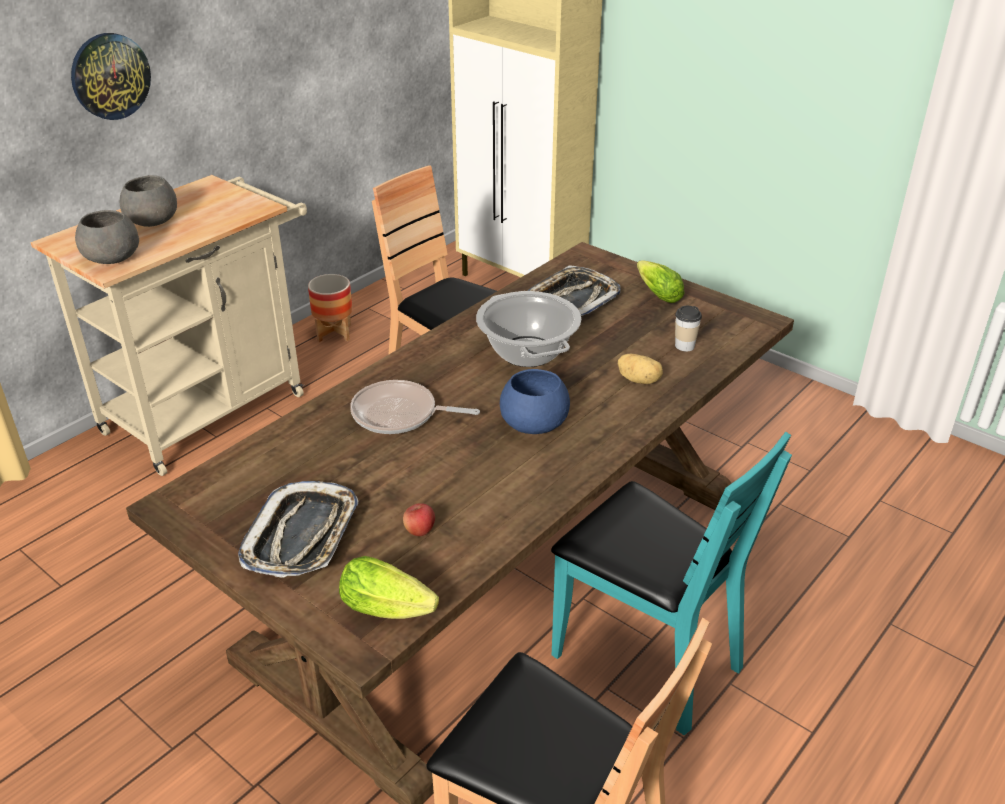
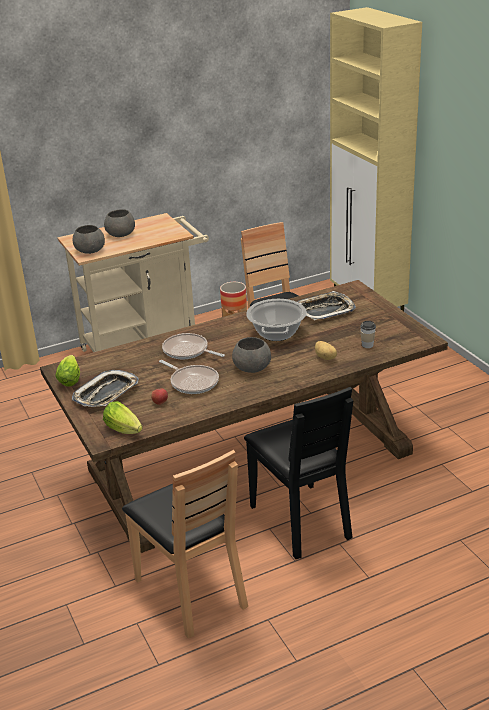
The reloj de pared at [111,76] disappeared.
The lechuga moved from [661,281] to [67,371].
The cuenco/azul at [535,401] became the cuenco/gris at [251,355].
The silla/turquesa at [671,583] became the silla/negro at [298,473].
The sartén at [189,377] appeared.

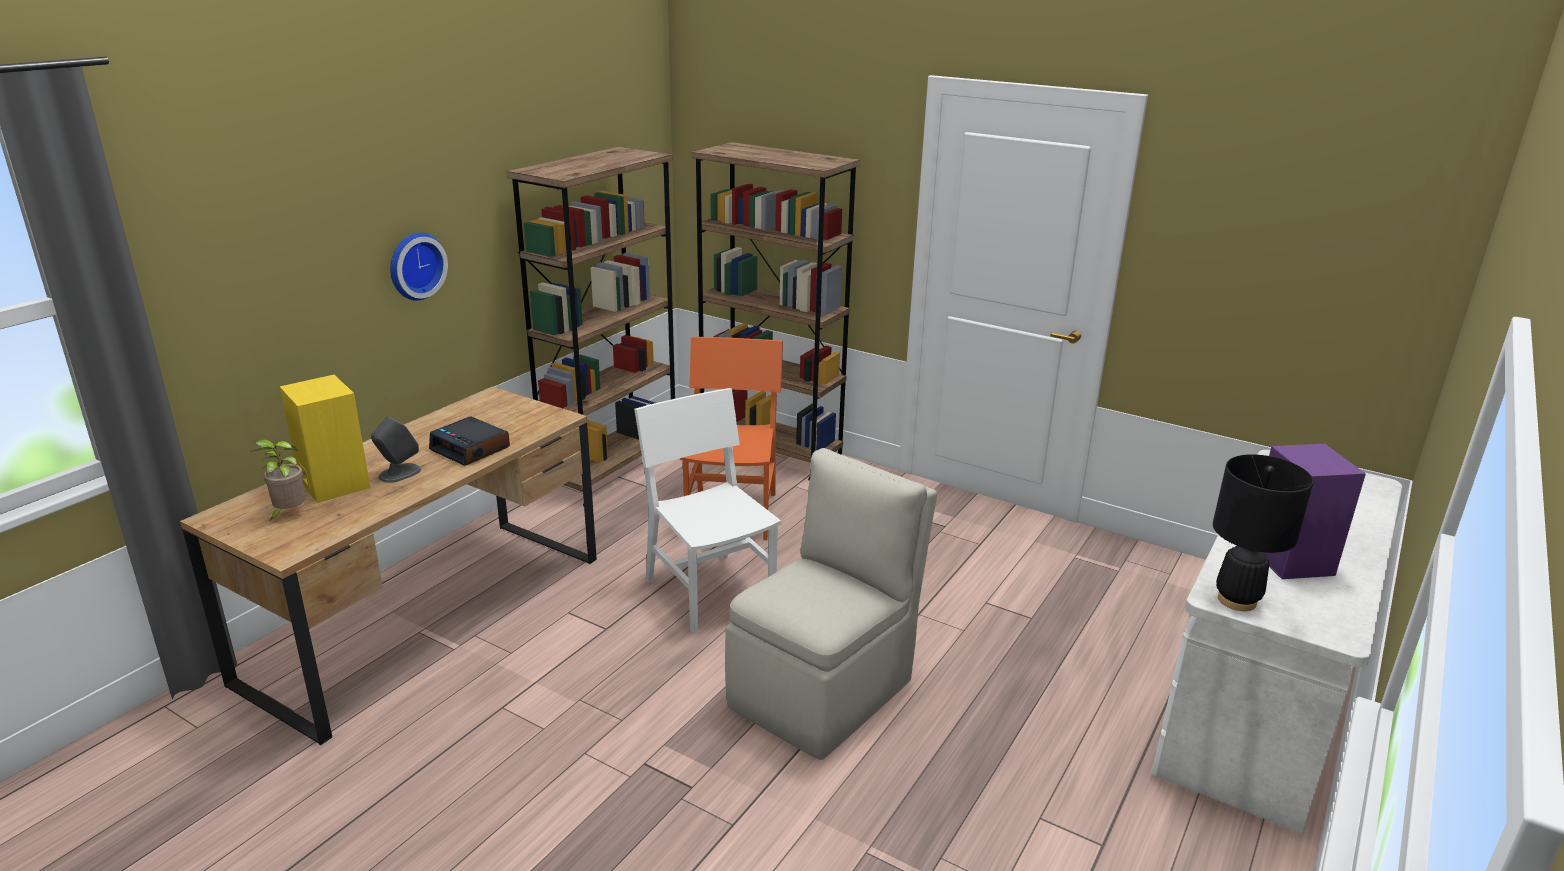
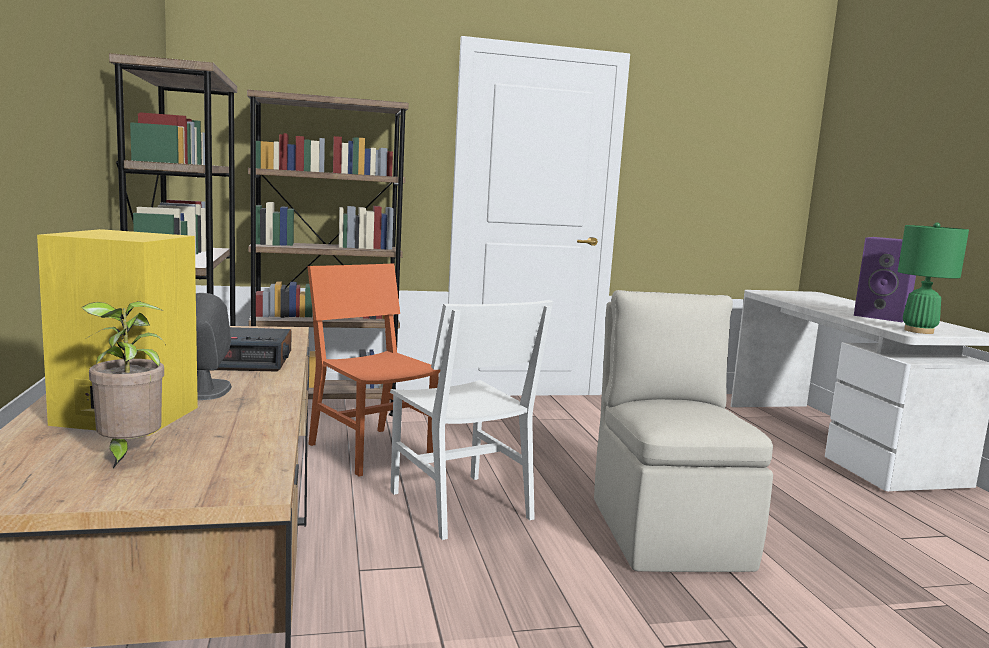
The reloj de pared at [419,267] disappeared.
The silla/blanco at [708,511] turned 135 degrees counterclockwise.
The lámpara de mesa/negro at [1263,532] became the lámpara de mesa/verde at [933,278].

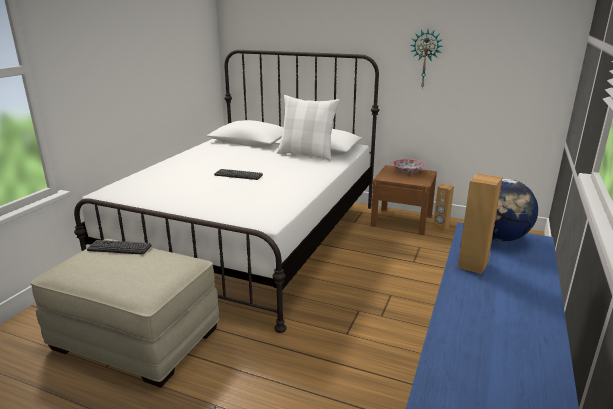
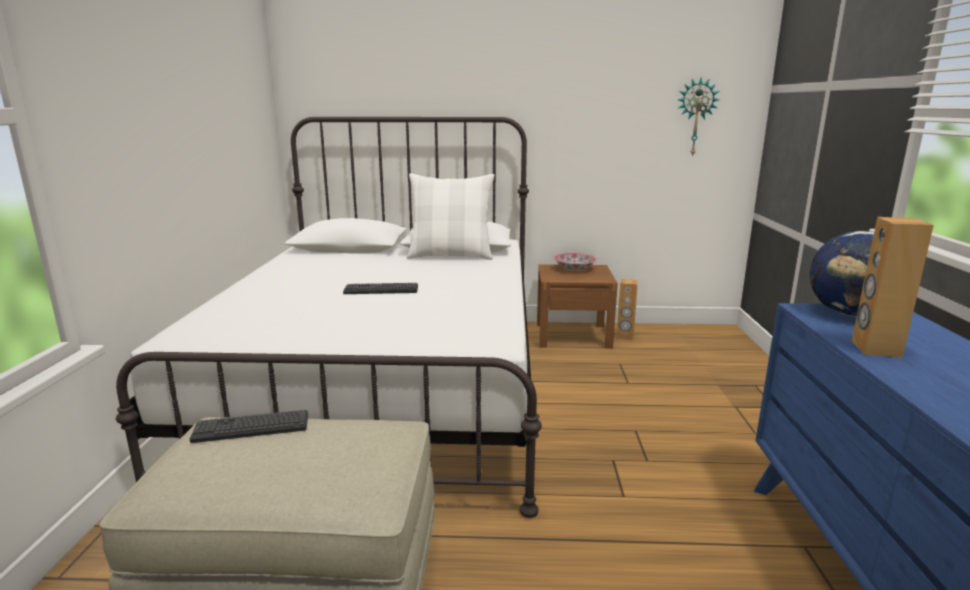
The reloj de pared moved from [426,58] to [699,117].

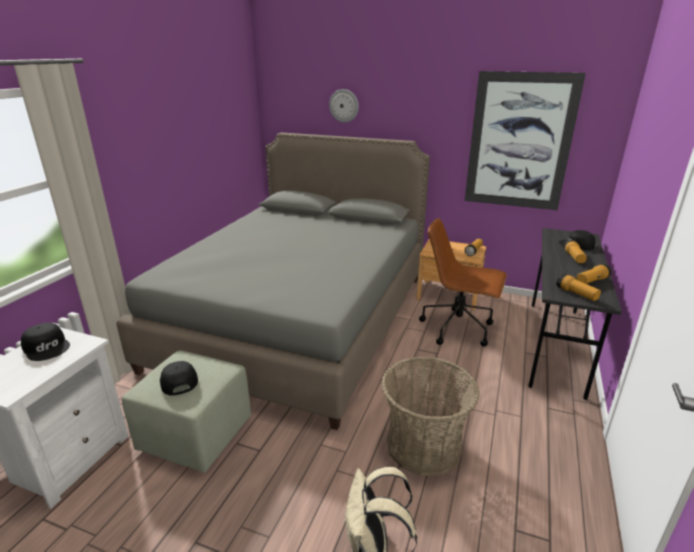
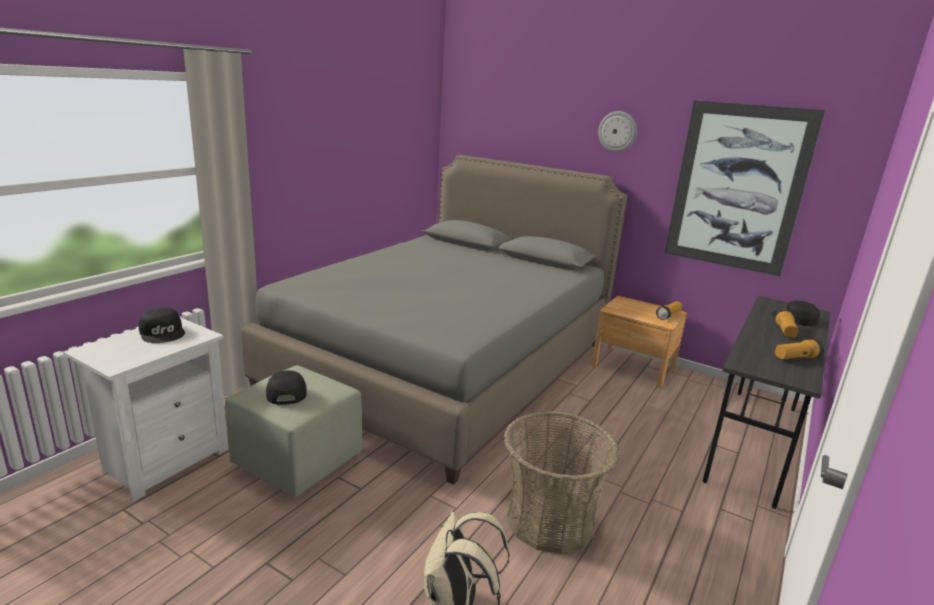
The reloj de pared moved from [344,105] to [617,131].
The silla de oficina/marrón at [463,282] disappeared.
The linterna at [578,287] disappeared.

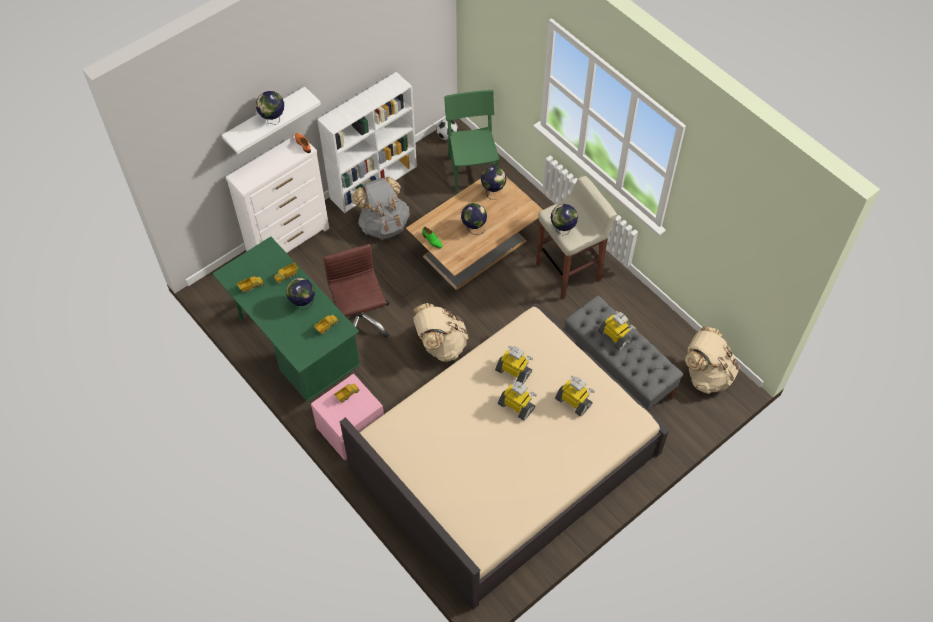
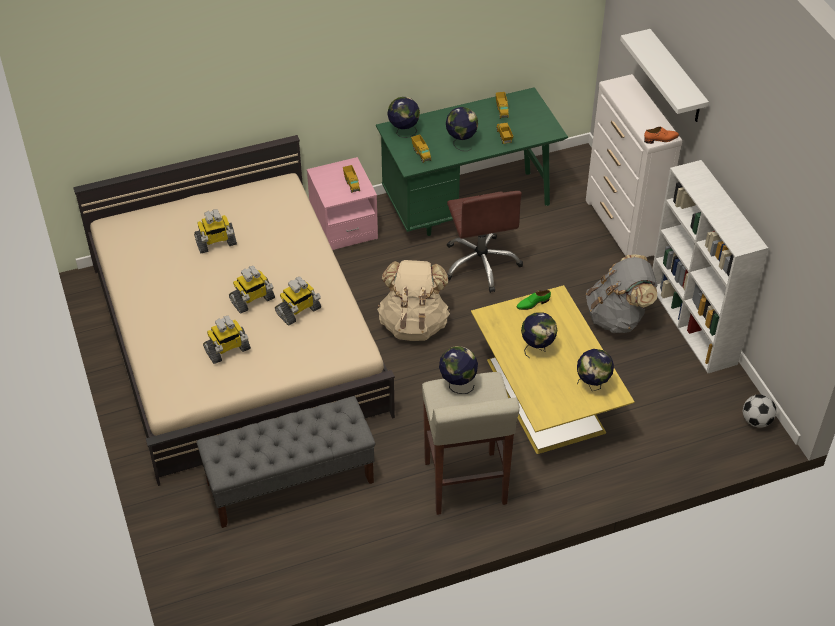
The silla/verde at [472,142] disappeared.
The globo terráqueo moved from [270,108] to [403,117].
The mesa de centro/marrón at [474,233] became the mesa de centro/amarillo at [553,369].
The silla de oficina/marrón at [356,291] turned 75 degrees clockwise.
The robot de juguete moved from [617,331] to [215,231].
The mochila/beis at [712,360] disappeared.

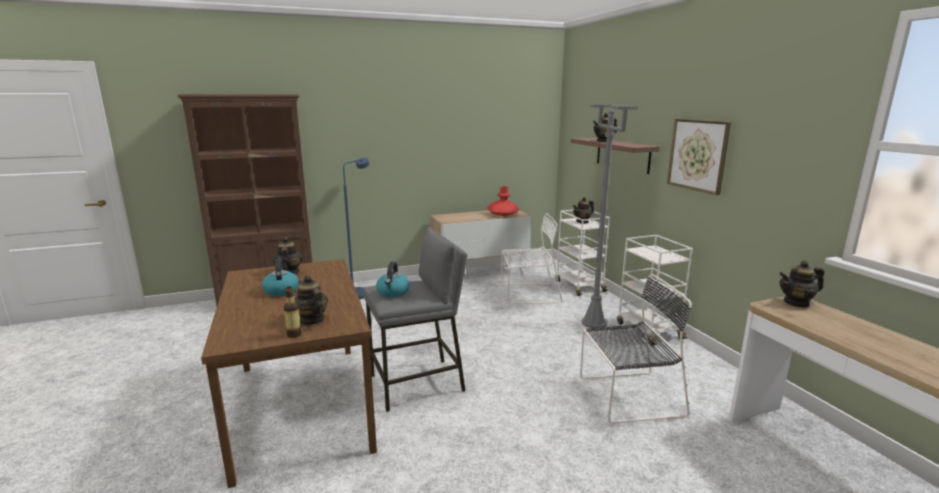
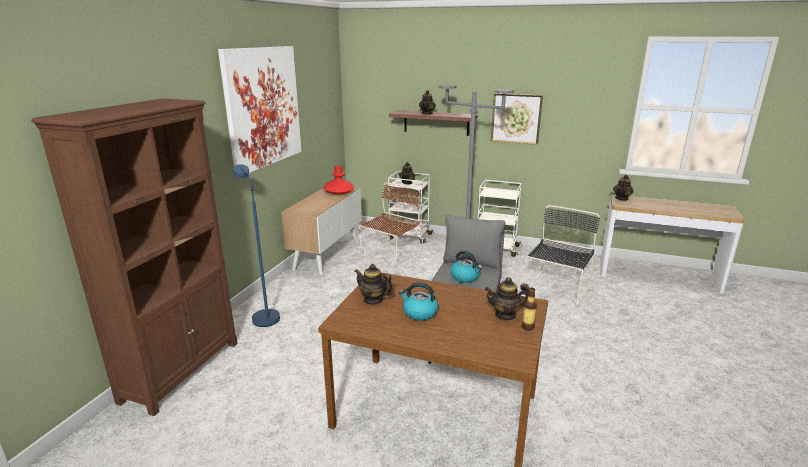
The silla/blanco at [531,259] became the silla/marrón at [391,225].
The cuadro at [260,109] appeared.

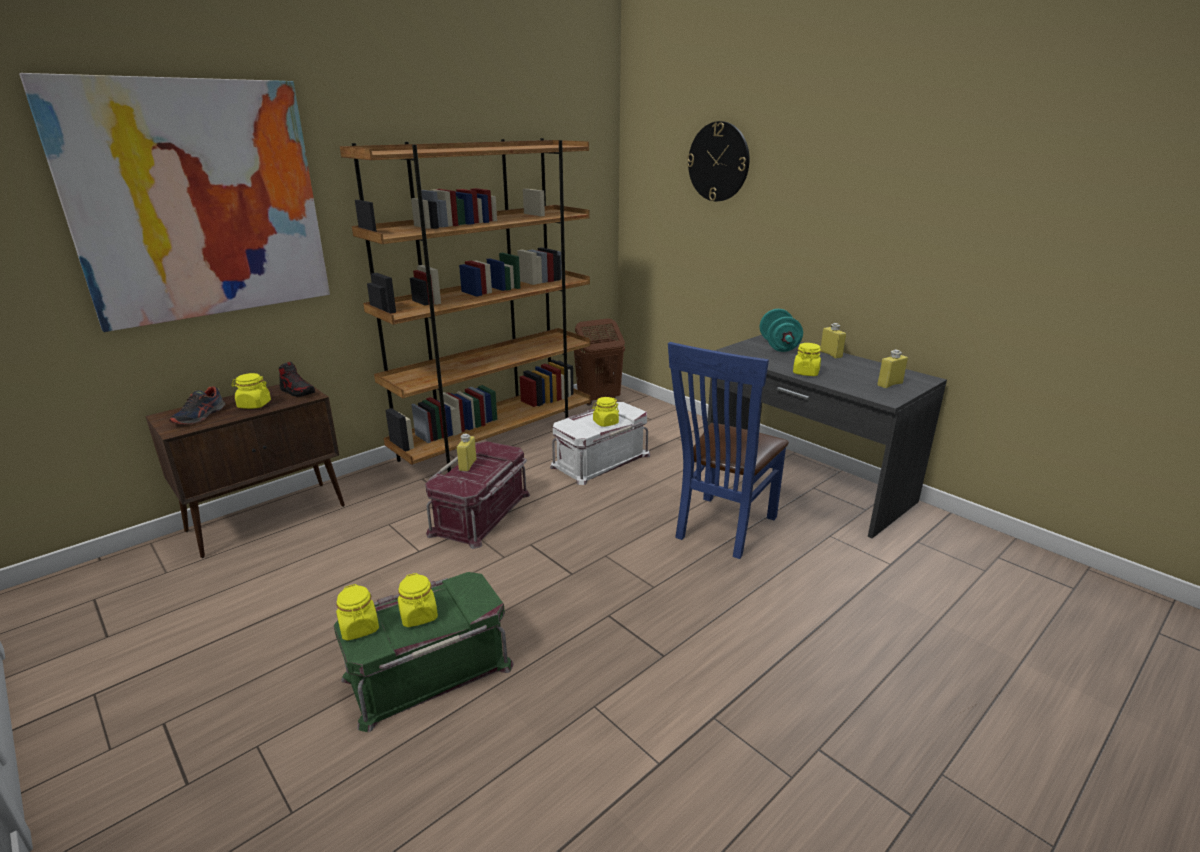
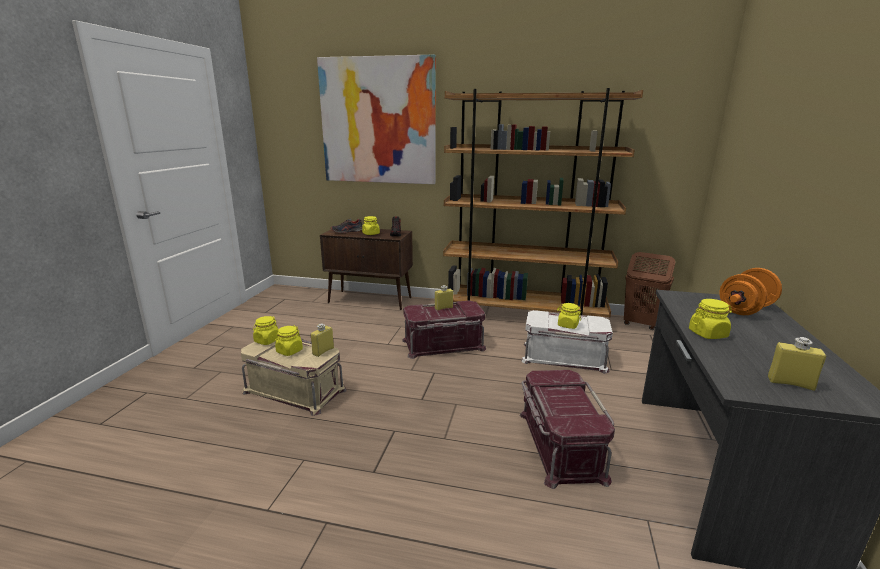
The reloj de pared at [718,161] disappeared.
The mancuerna/turquesa at [781,330] became the mancuerna/naranja at [750,291].
The botella/amarillo moved from [833,341] to [322,340].
The silla/azul at [728,450] was replaced by the caja de almacenaje/rojo at [567,429].
The caja de almacenaje/verde at [424,652] became the caja de almacenaje/beis at [294,377].

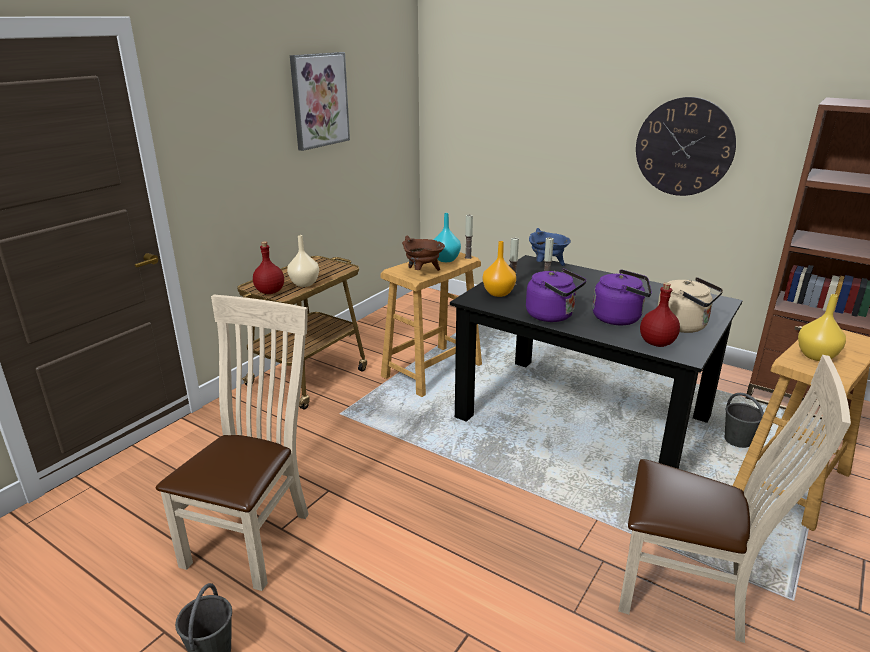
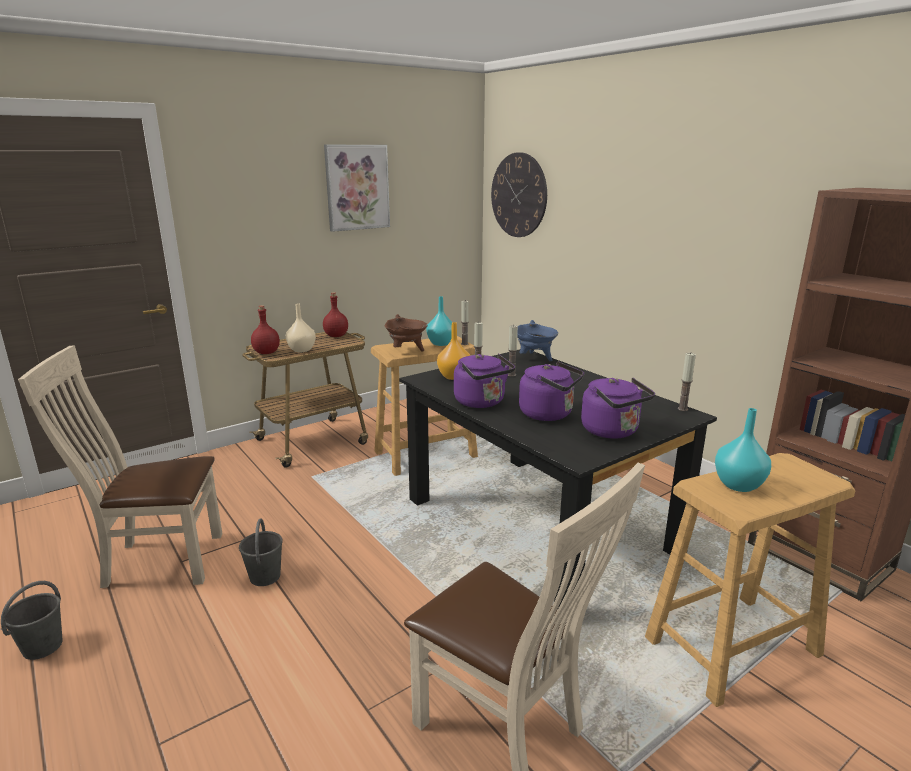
The reloj de pared moved from [686,146] to [519,194].
The hervidor/beis at [690,305] became the hervidor/morado at [618,408].
The botella/rojo moved from [660,315] to [335,314].
The florero/amarillo at [822,327] became the florero/turquesa at [743,450].
The silla/beis at [232,443] turned 135 degrees counterclockwise.
The cubo/gris moved from [744,420] to [261,552].
The vela at [687,382] appeared.

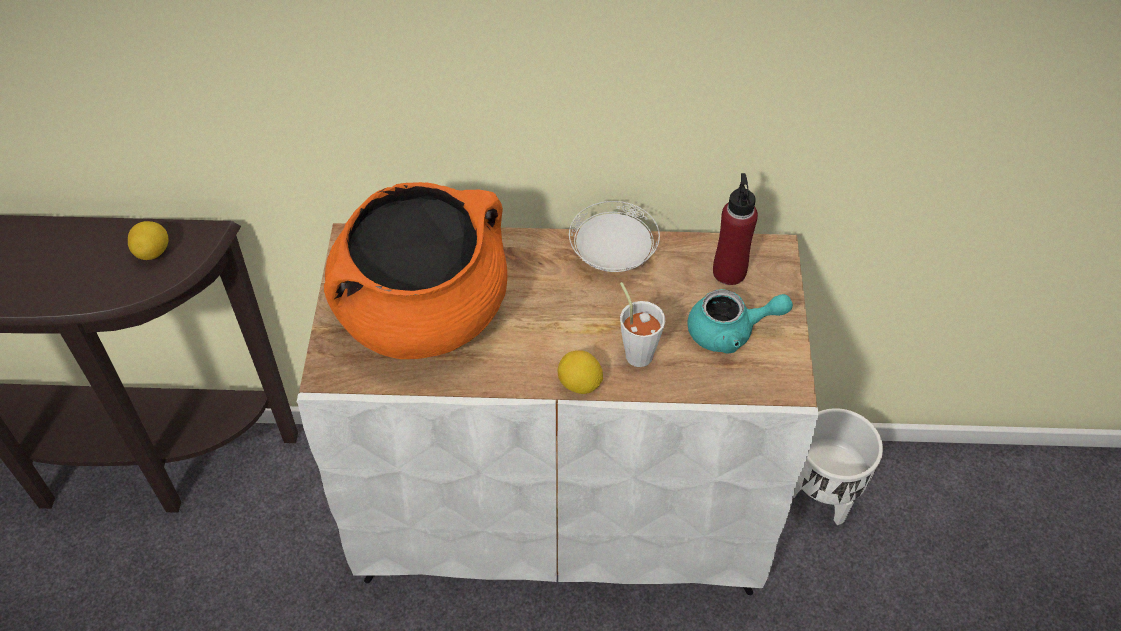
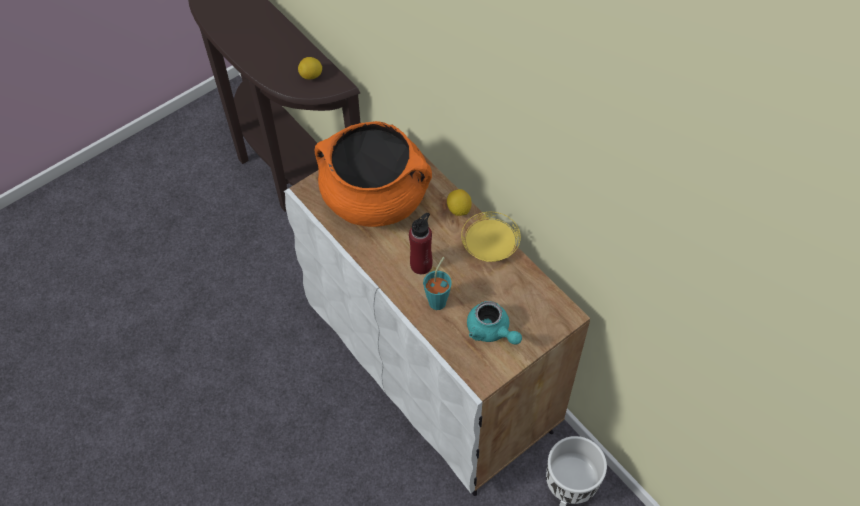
The botella/rojo moved from [735,229] to [420,243].
The plato/blanco at [614,236] became the plato/amarillo at [491,237].
The taza/blanco at [642,324] became the taza/turquesa at [437,283].
The limón moved from [580,372] to [459,202].

